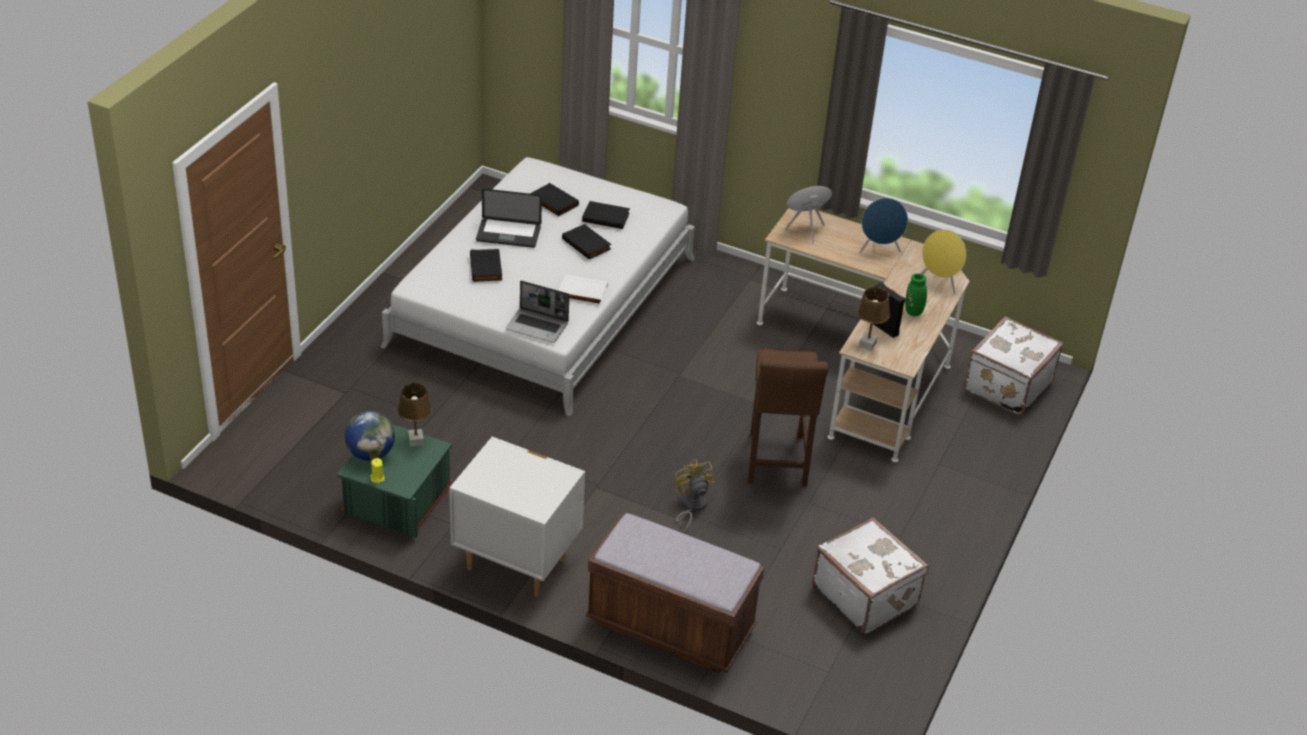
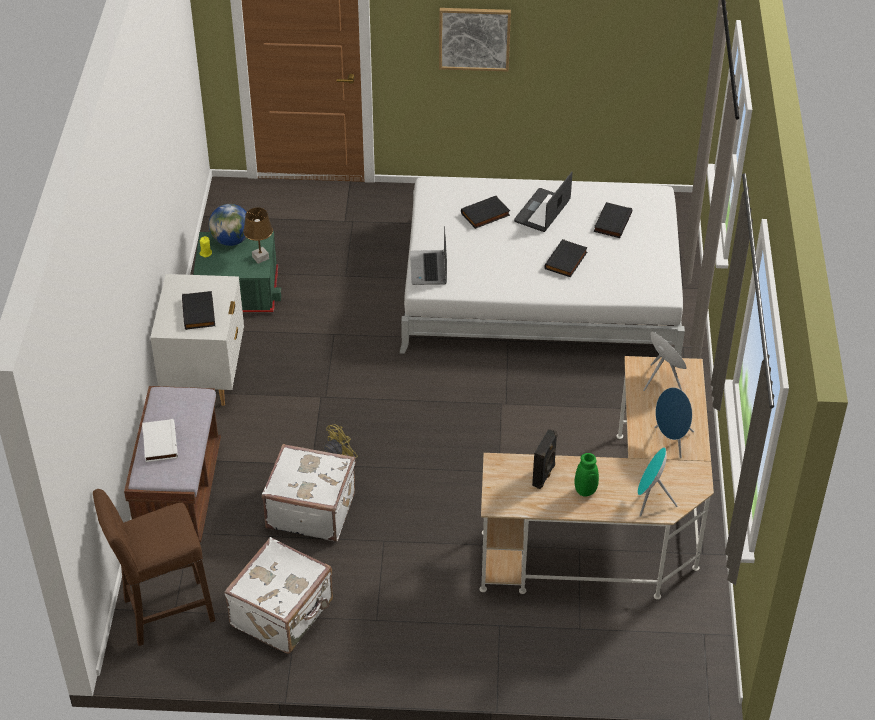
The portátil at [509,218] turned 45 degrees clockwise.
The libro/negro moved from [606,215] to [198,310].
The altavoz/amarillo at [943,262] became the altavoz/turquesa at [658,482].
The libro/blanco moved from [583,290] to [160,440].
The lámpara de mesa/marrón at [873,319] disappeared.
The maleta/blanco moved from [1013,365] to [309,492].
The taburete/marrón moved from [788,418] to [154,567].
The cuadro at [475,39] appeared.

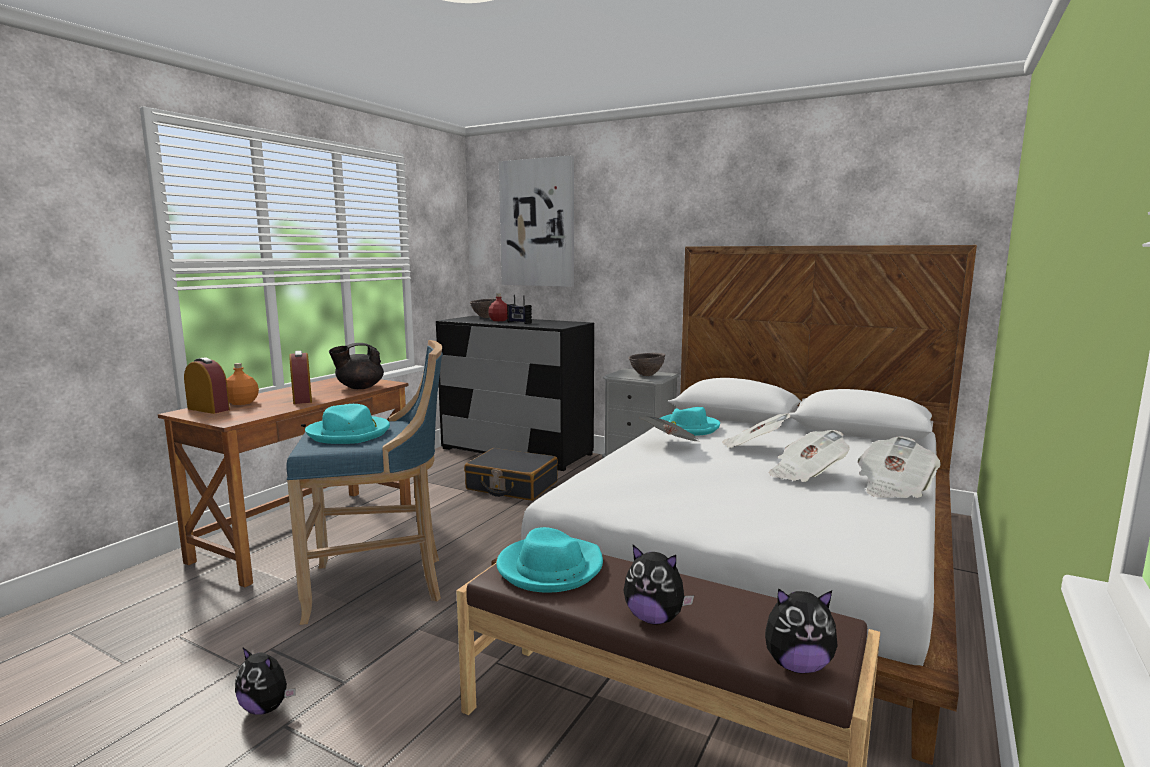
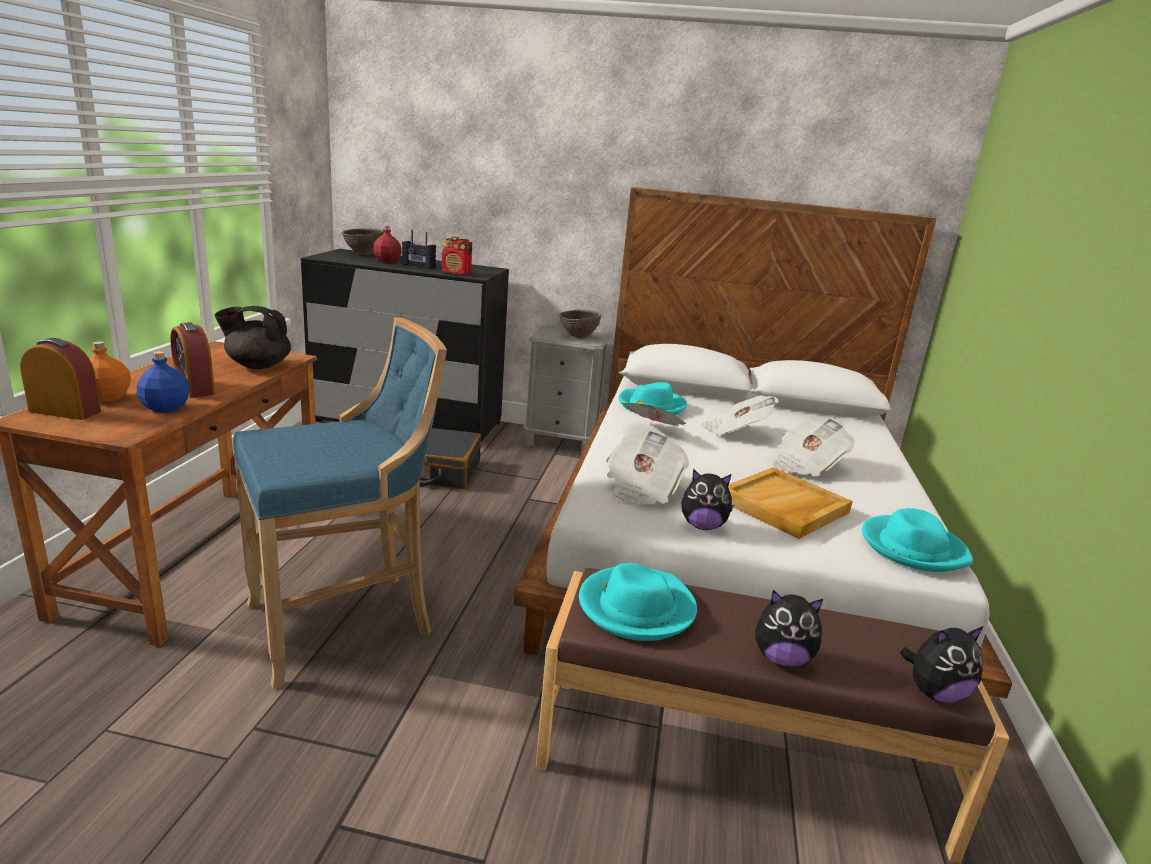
The cuadro at [536,221] disappeared.
The tetera/negro at [356,366] turned 45 degrees clockwise.
The sombrero/turquesa moved from [347,424] to [917,540].
The periódico moved from [899,467] to [647,467].
The peluche moved from [265,681] to [707,499].
The radio at [457,255] appeared.
The botella/azul at [163,382] appeared.
The bandeja/beis at [790,503] appeared.

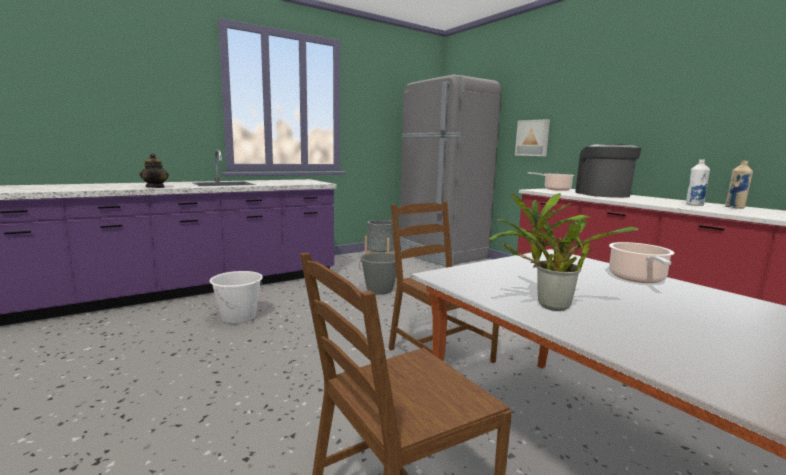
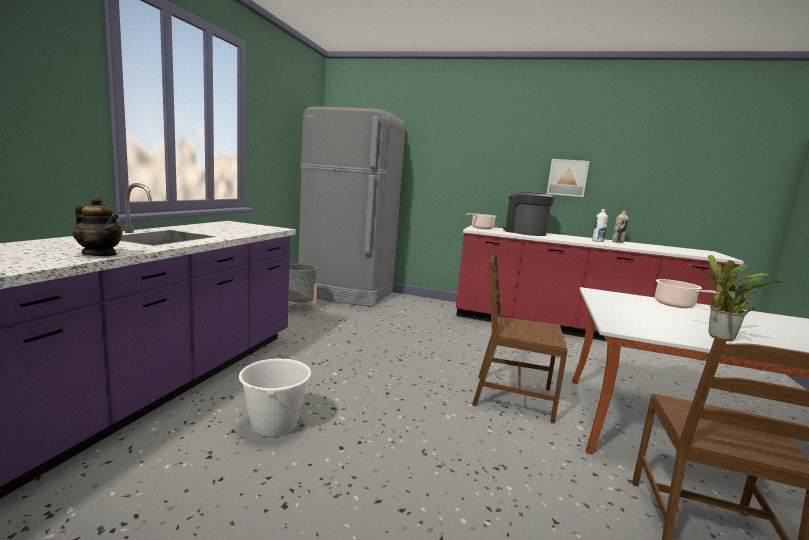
The cuadro moved from [532,137] to [568,178].
The cubo/gris at [377,273] disappeared.

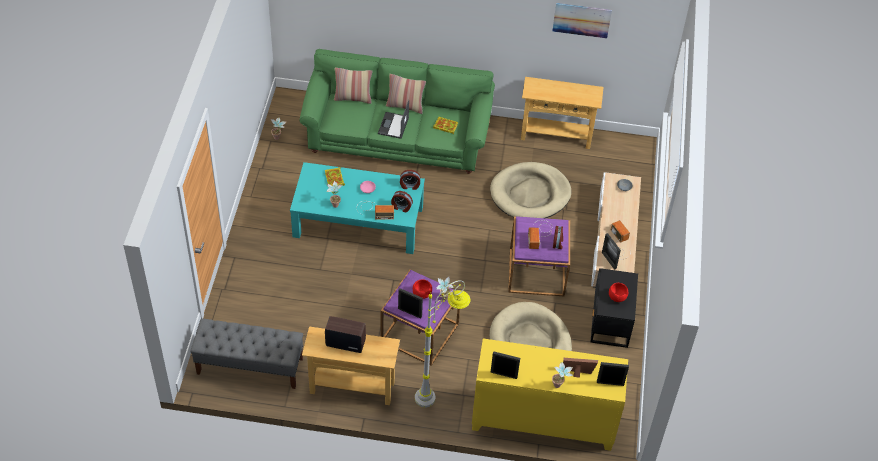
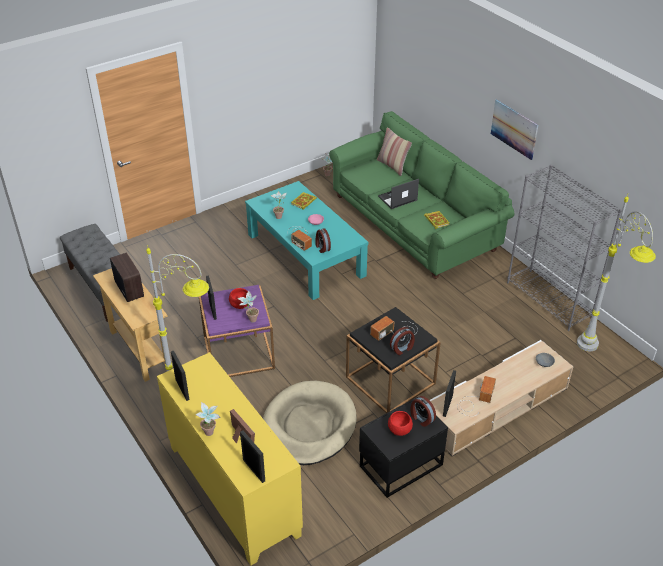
The cuadro moved from [582,20] to [514,129].
The cojín at [406,94] disappeared.
The mesa consola/beis at [562,113] was replaced by the estantería/gris at [564,248].
The cama para perro/beis at [530,190] disappeared.
The despertador moved from [410,180] to [423,411].
The mesa auxiliar/morado at [539,256] became the mesa auxiliar/negro at [393,360].
The lámpara de pie/gris at [616,273] appeared.

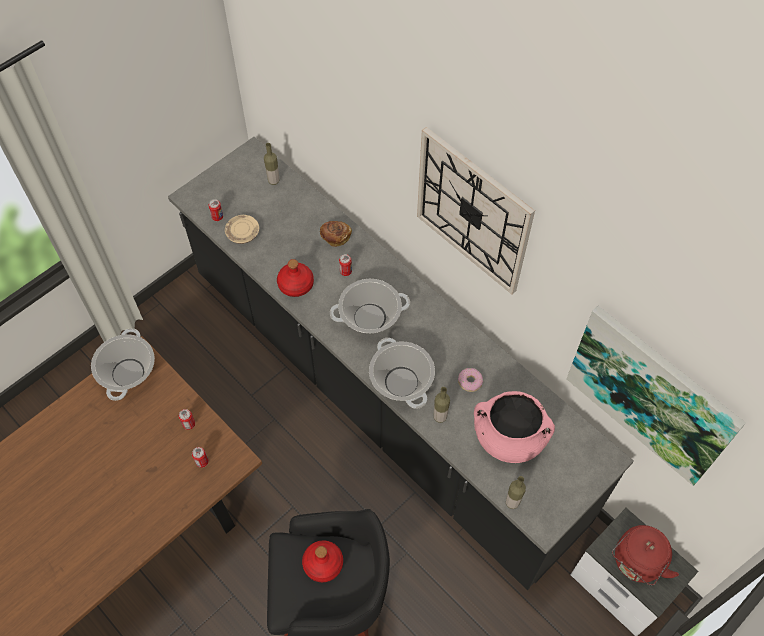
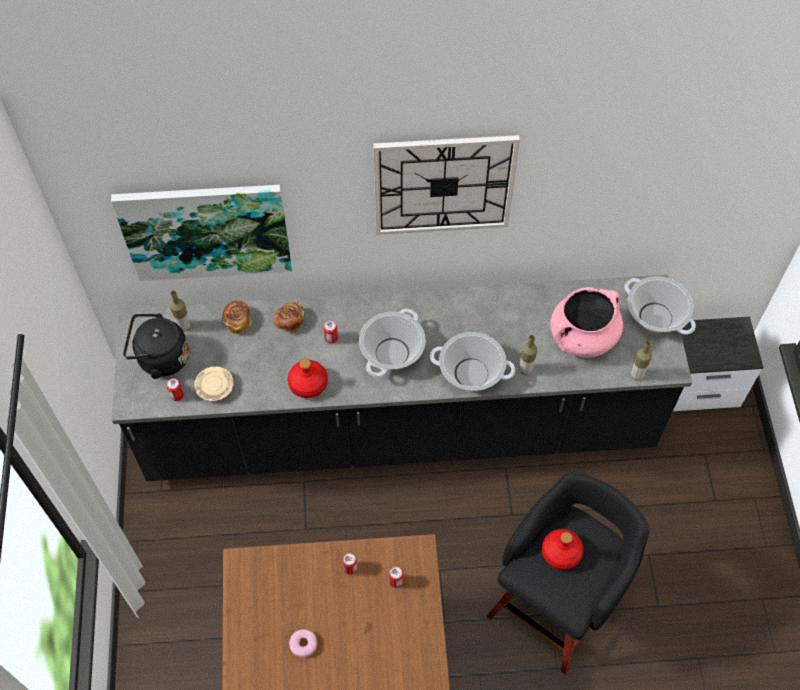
The cuadro moved from [656,396] to [201,233].
The olla moved from [123,364] to [660,305].
The rosquilla moved from [470,380] to [303,643].
The hervidor/rojo at [645,555] disappeared.
The pan at [236,317] appeared.
The hervidor/negro at [156,346] appeared.

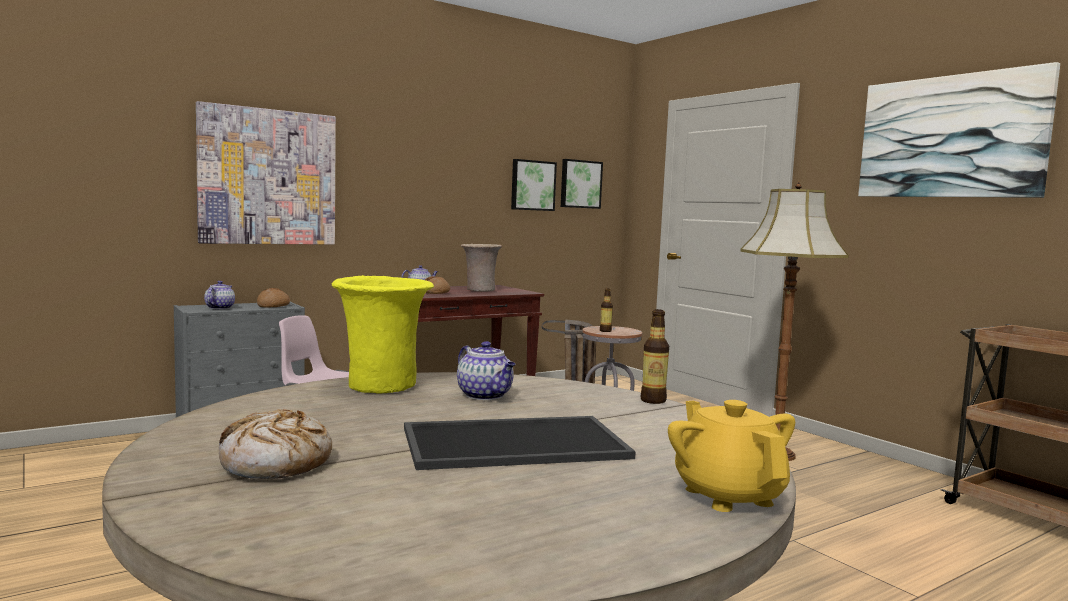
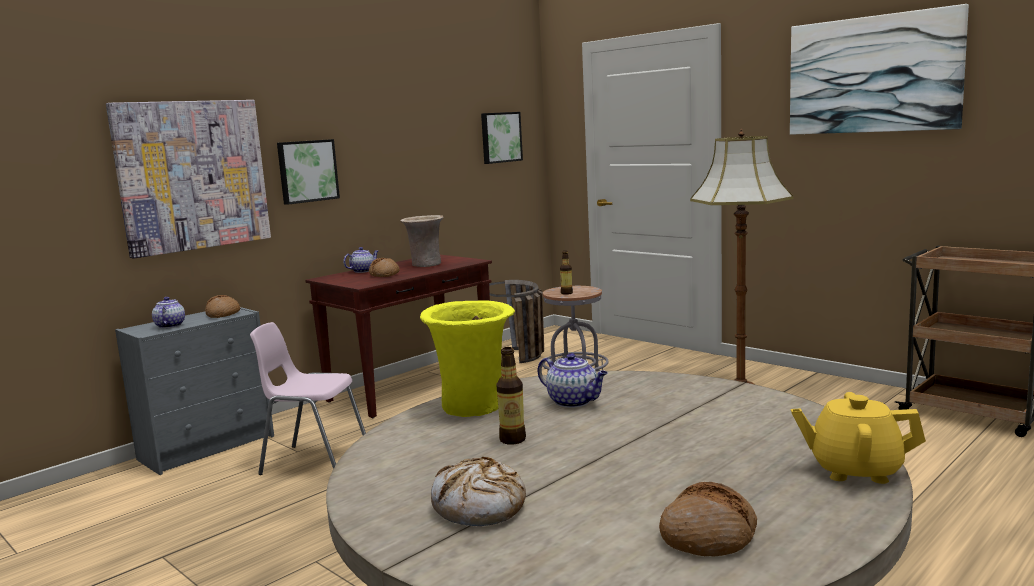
The cuadro moved from [534,185] to [308,172].
The botella moved from [655,356] to [511,396].
The tetera/amarillo at [731,456] turned 45 degrees counterclockwise.
The bandeja at [520,443] disappeared.
The pan at [708,519] appeared.

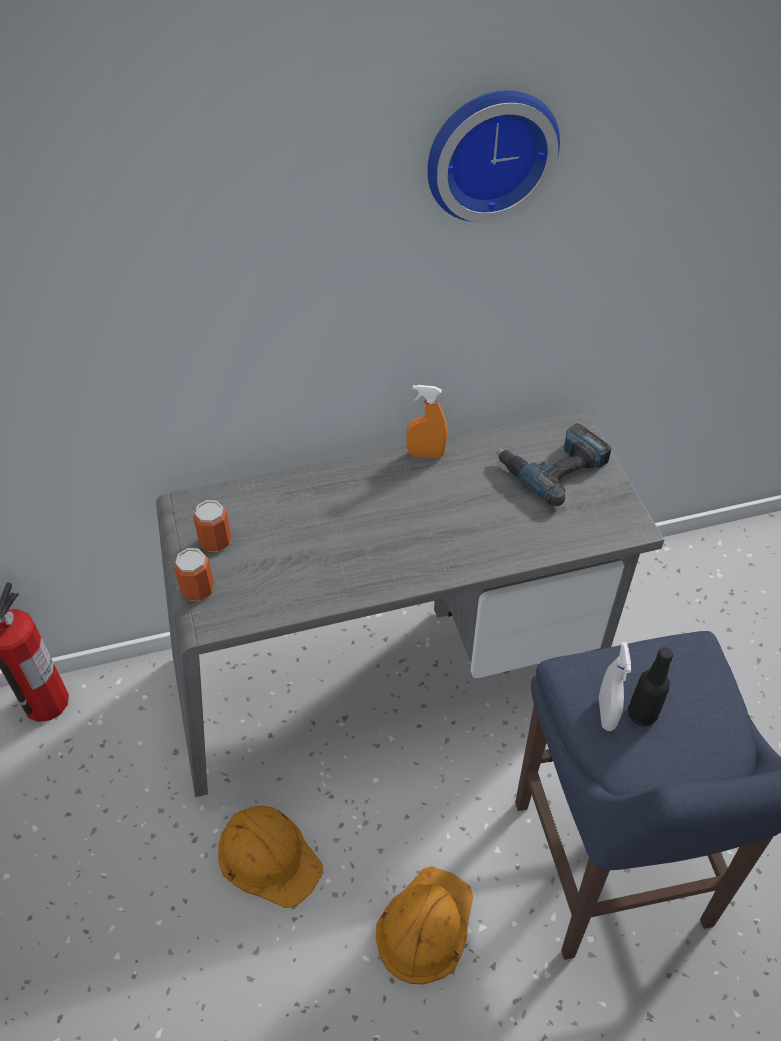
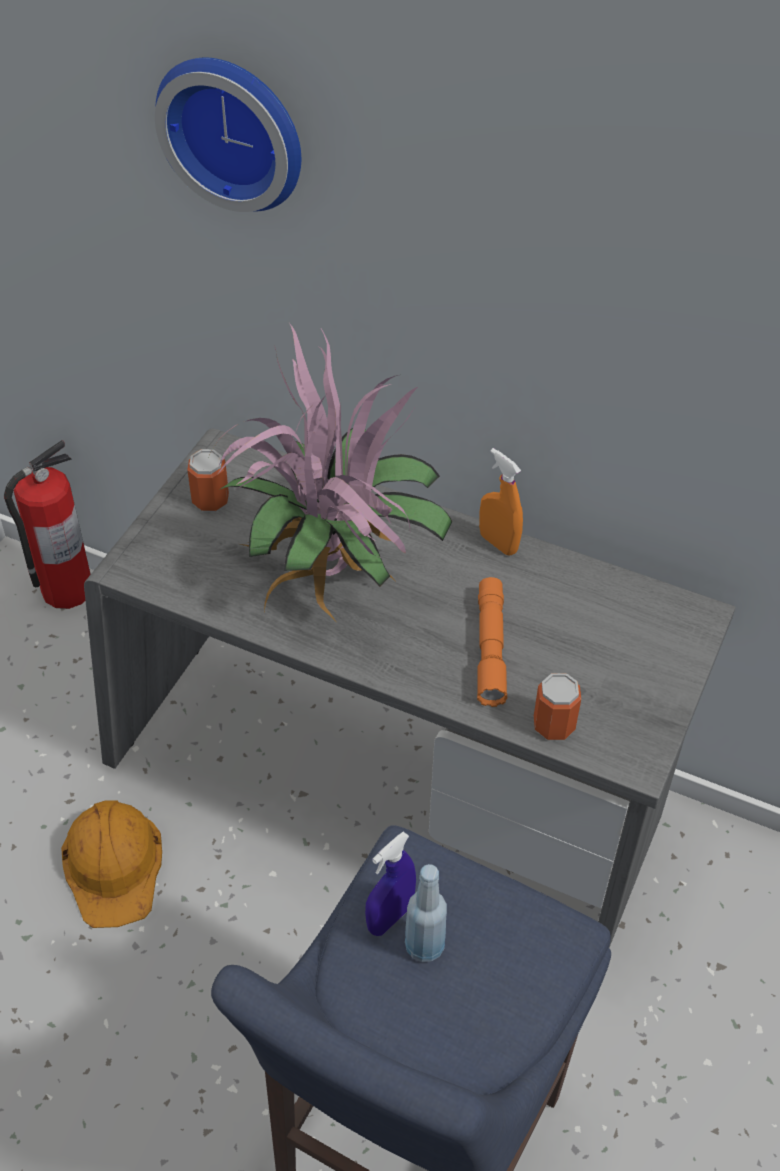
The reloj de pared moved from [493,156] to [228,135].
The taladro at [554,464] disappeared.
The lata moved from [194,574] to [557,706].
The pulverizador/blanco at [615,686] became the pulverizador/azul at [390,883].
The botella/negro at [650,686] became the botella/azul at [426,913].
The casco/naranja at [424,925] disappeared.
The planta en maceta at [332,473] appeared.
The linterna/naranja at [492,642] appeared.

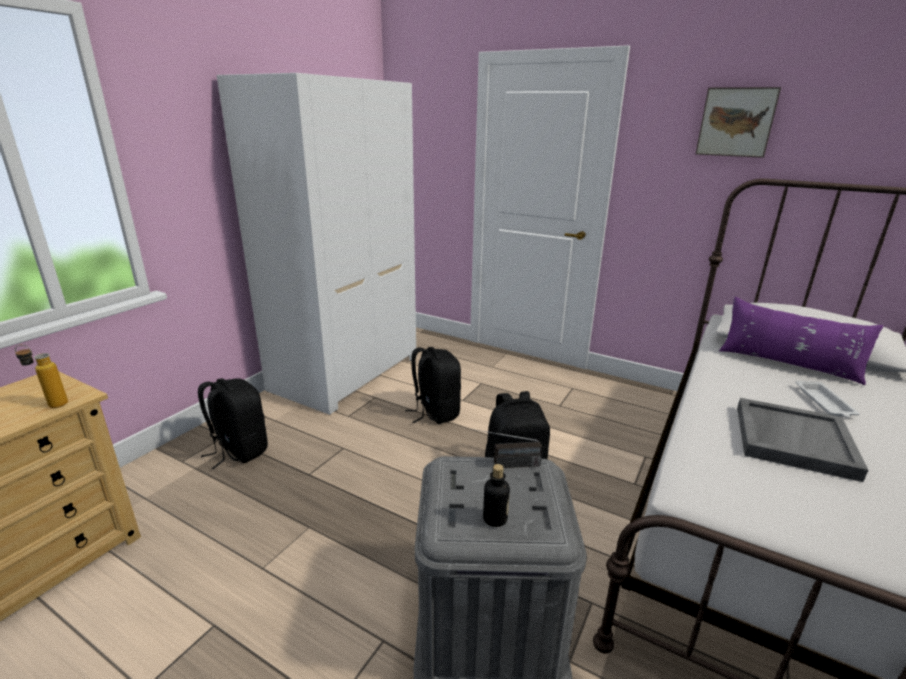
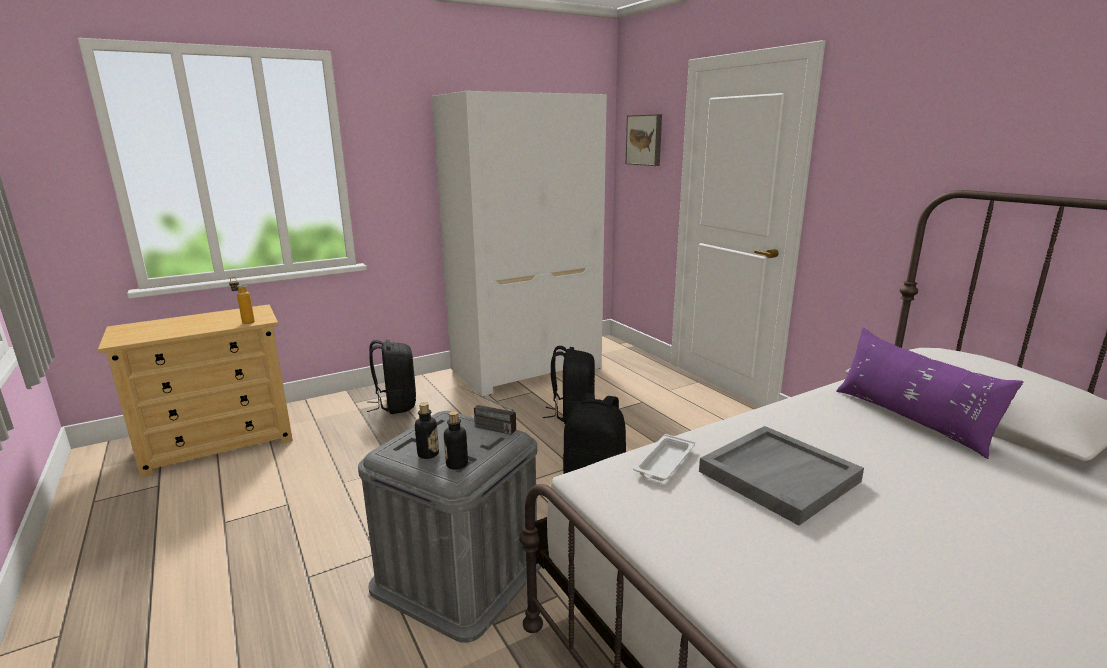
The cuadro moved from [738,122] to [643,140].
The bandeja/blanco moved from [828,399] to [664,457].
The botella at [456,440] appeared.

